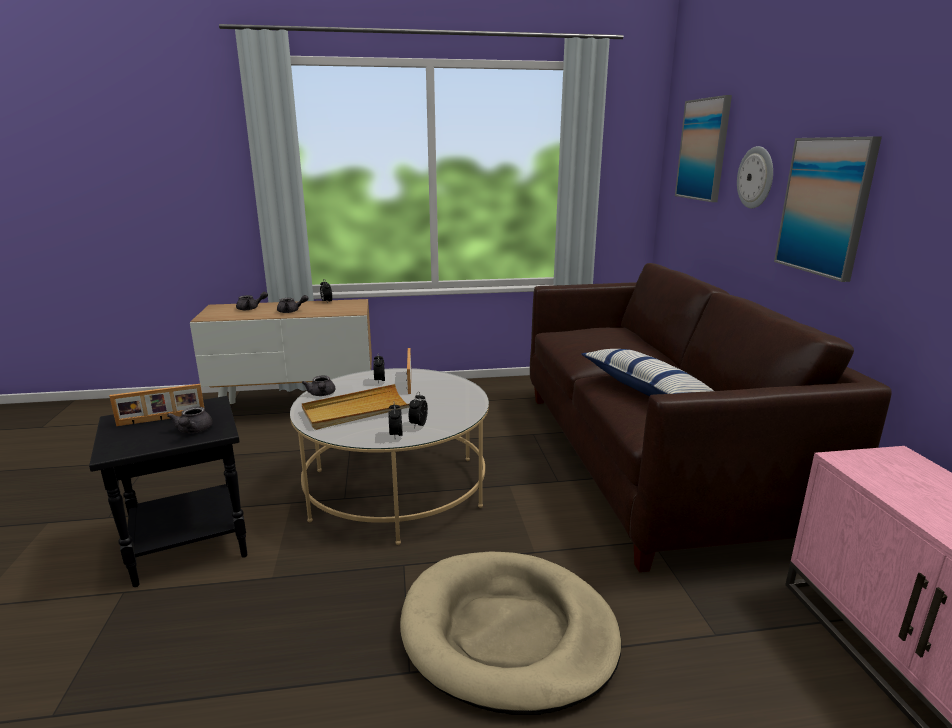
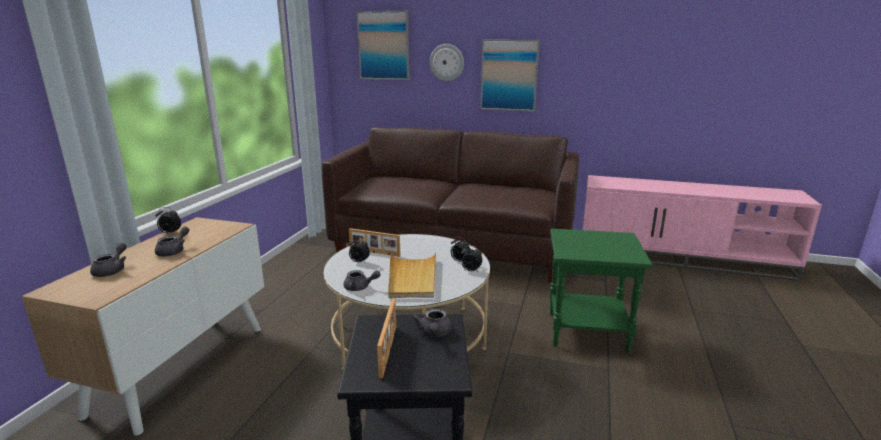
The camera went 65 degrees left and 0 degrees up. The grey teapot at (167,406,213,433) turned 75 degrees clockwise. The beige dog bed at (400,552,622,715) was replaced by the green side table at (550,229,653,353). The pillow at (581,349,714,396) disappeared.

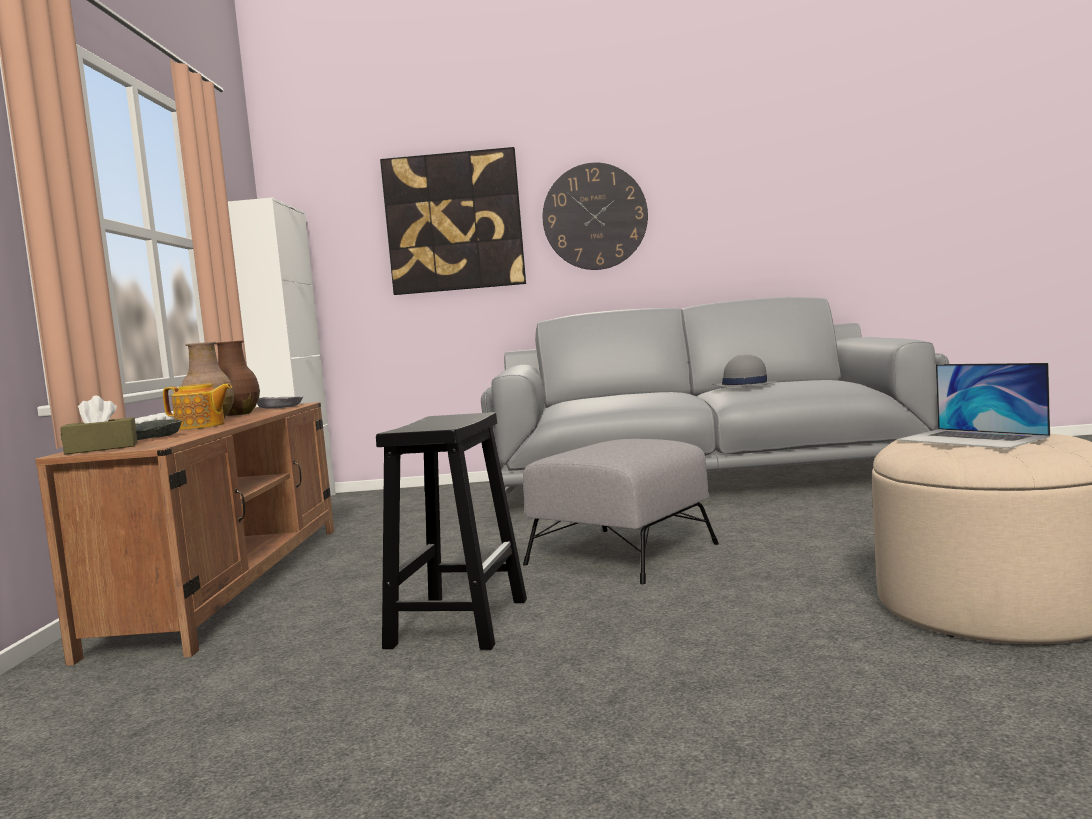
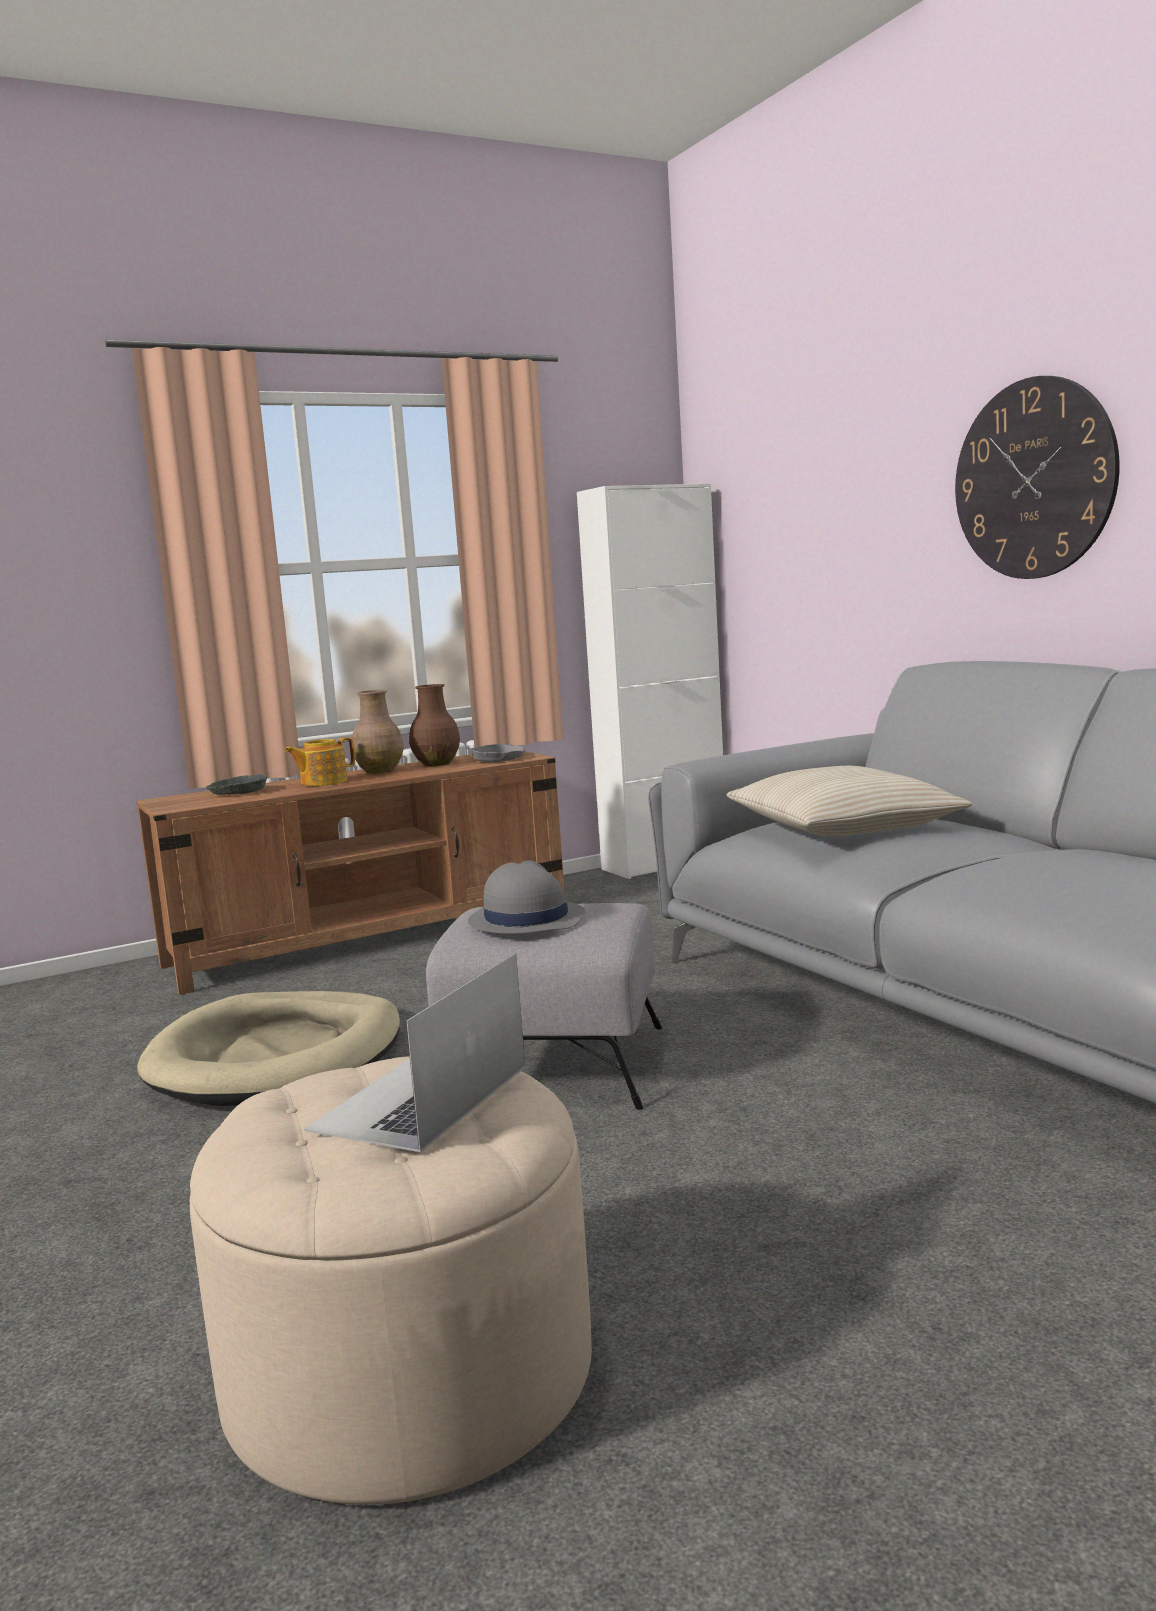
The camera went 60 degrees right and 5 degrees up. The black stool at (376,412,527,650) was replaced by the beige dog bed at (137,991,400,1106). The teapot at (163,383,232,430) turned 75 degrees clockwise. The grey hat moved from (713,355,776,387) to (468,860,585,934). The beige pillow at (726,766,972,837) appeared. The brown tissue box at (60,396,138,454) disappeared. The picture at (380,147,526,295) disappeared.

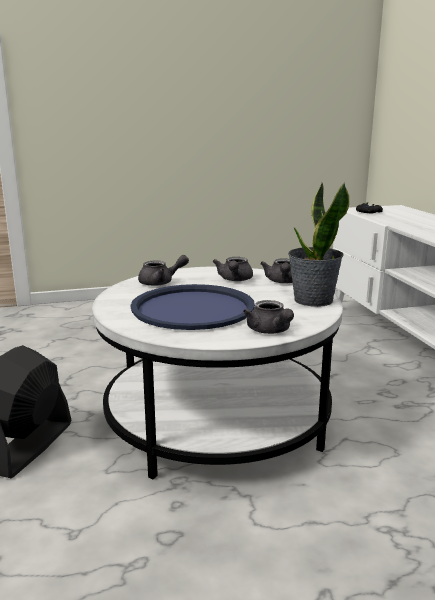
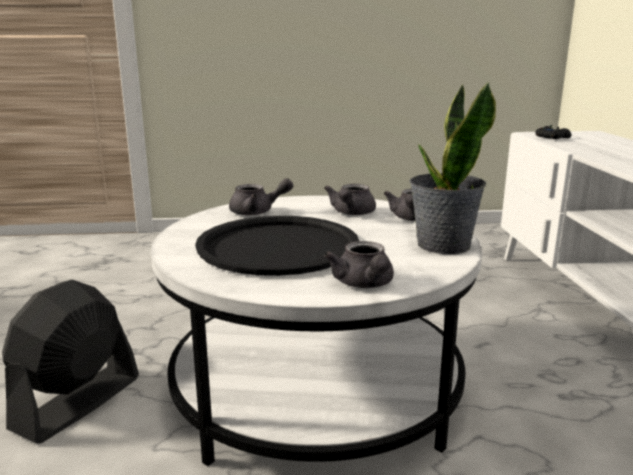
The camera went 10 degrees right and 0 degrees up. The blue tray at (130,284,255,330) became the black tray at (195,216,359,276).

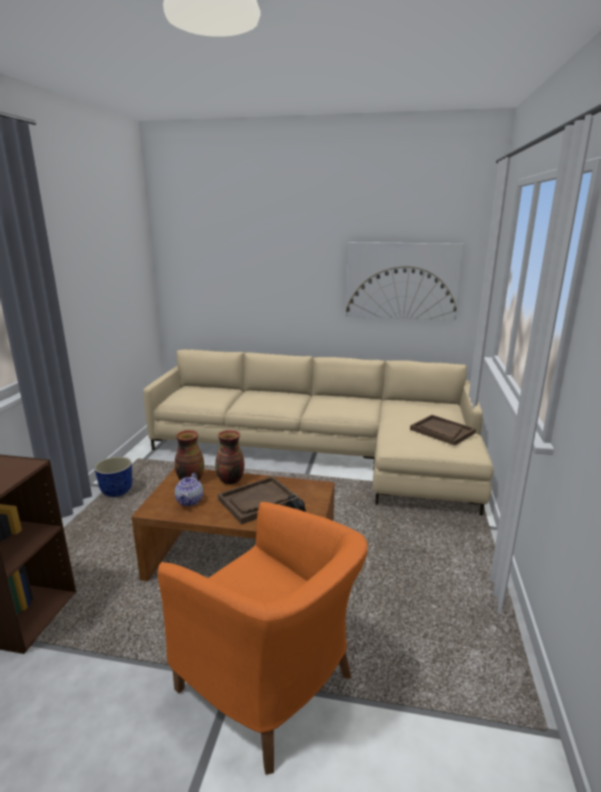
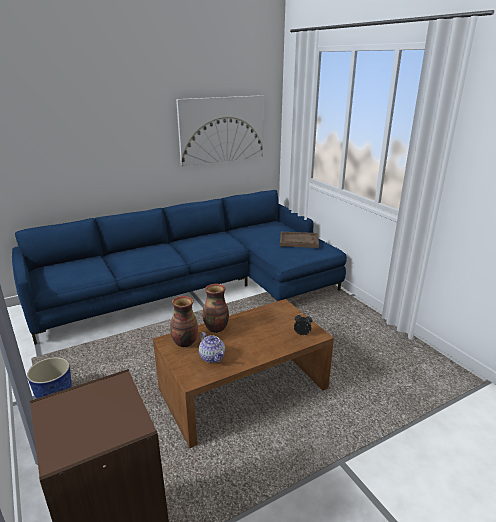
The camera went 40 degrees left and 5 degrees up. The beige sofa at (143,349,493,516) became the blue sofa at (12,190,347,345). The orange armchair at (158,502,368,775) disappeared. The brown tray at (218,476,300,525) disappeared.

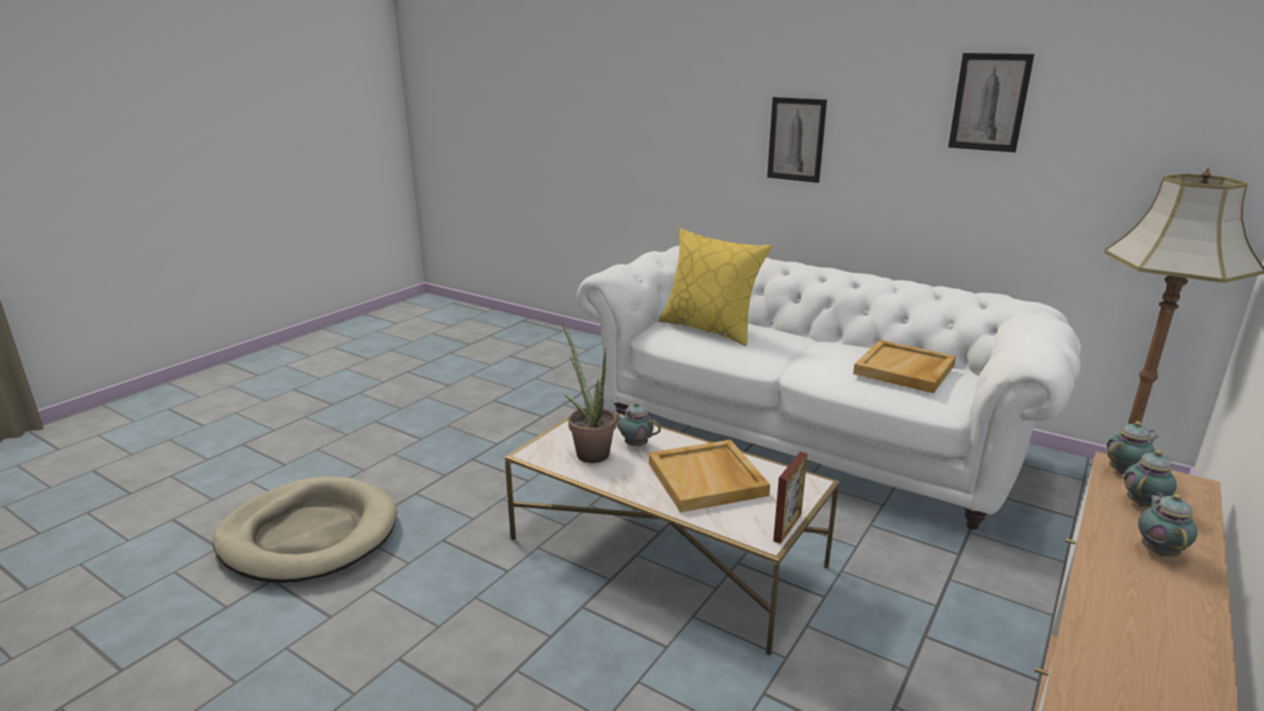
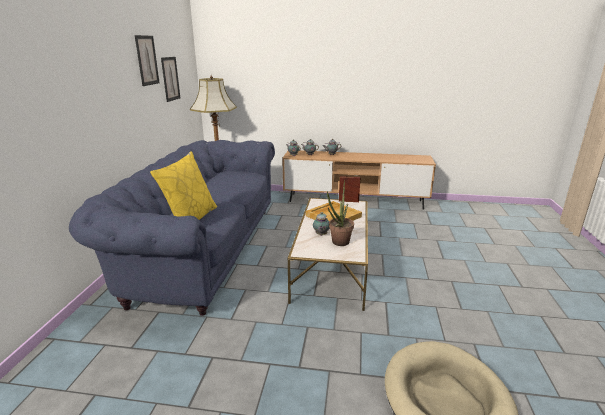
The camera went 115 degrees left and 0 degrees up. The white sofa at (576,245,1081,530) became the blue sofa at (69,140,275,316). The picture moved from (767,97,827,183) to (161,57,180,102). The beige tray at (853,340,956,393) disappeared.

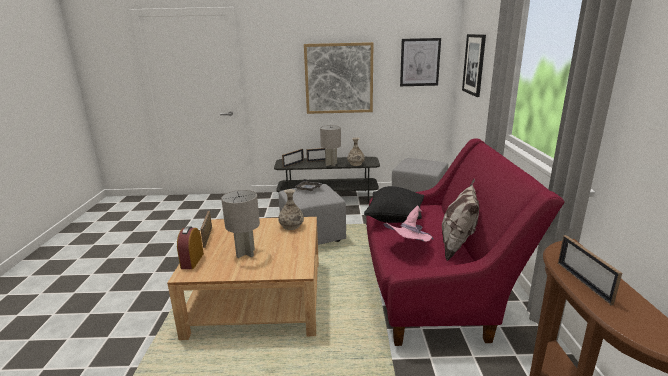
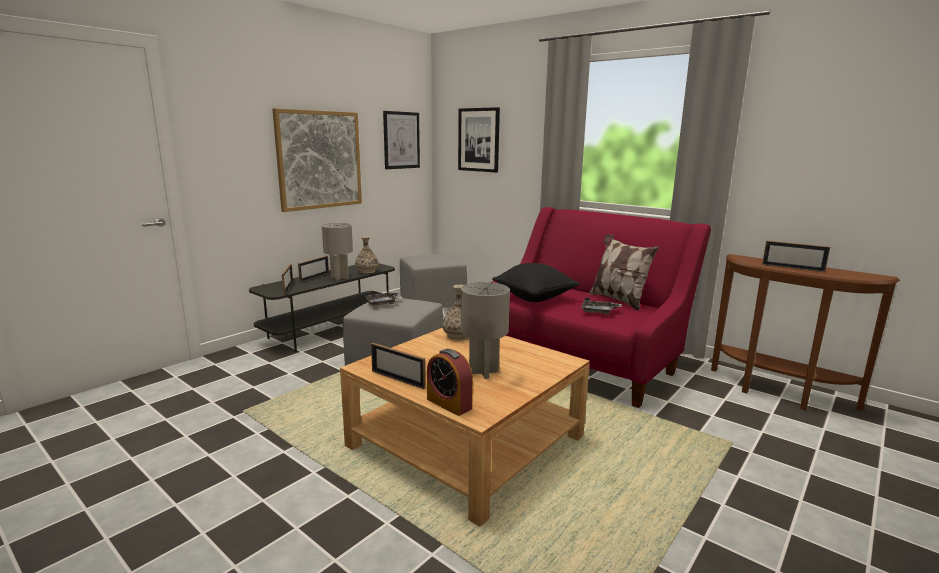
The camera went 50 degrees left and 5 degrees down. The pink hat at (383,205,433,242) was replaced by the grey tray at (581,297,622,315).

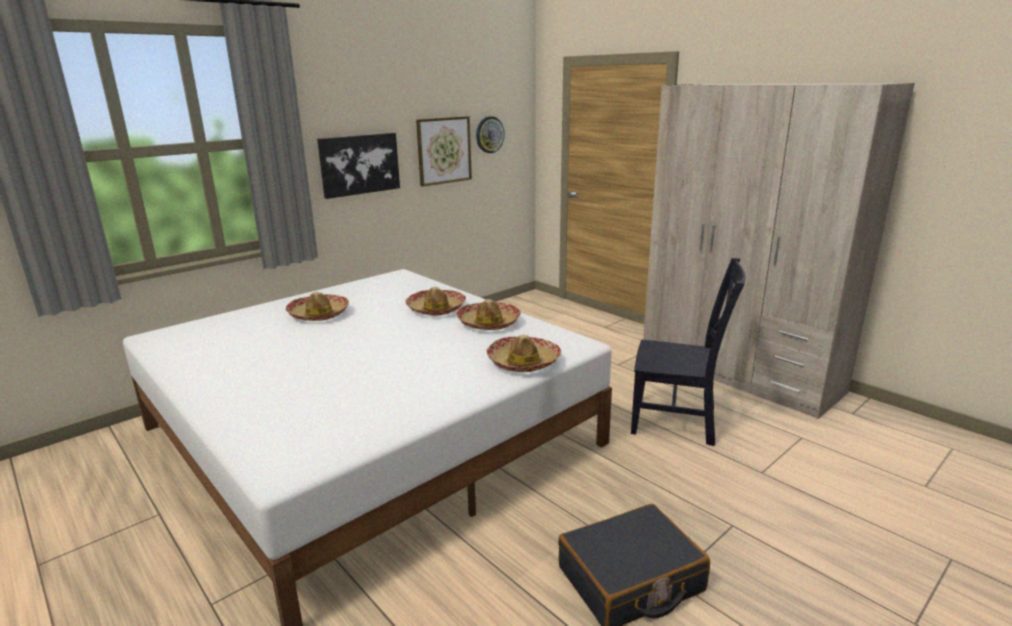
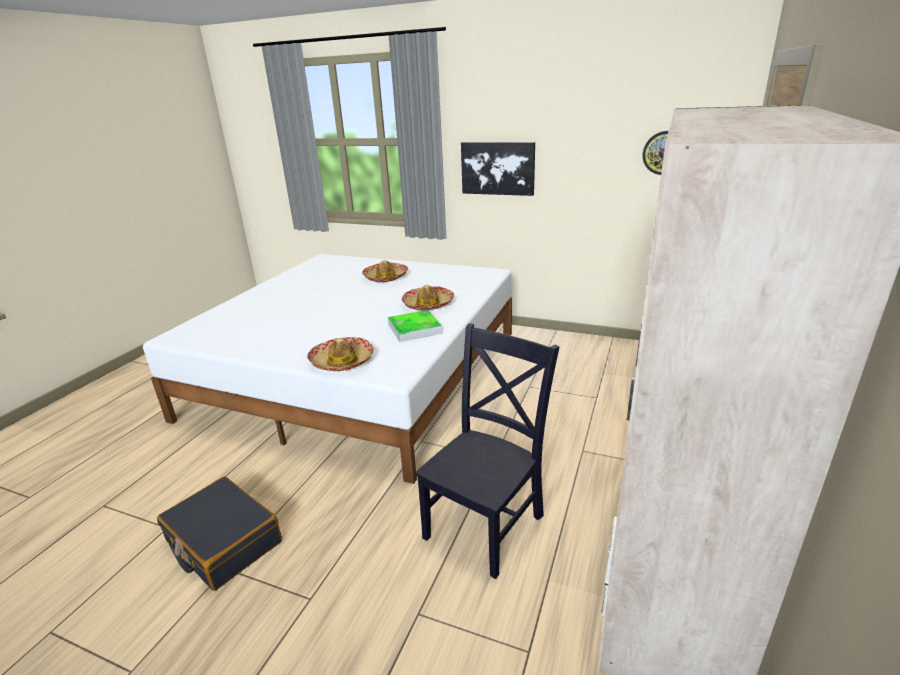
The camera went 65 degrees right and 5 degrees up. The hat at (456,299,521,330) was replaced by the tray at (388,310,442,342). The black chair at (631,258,746,446) turned 135 degrees counterclockwise. The picture at (416,116,472,187) disappeared.

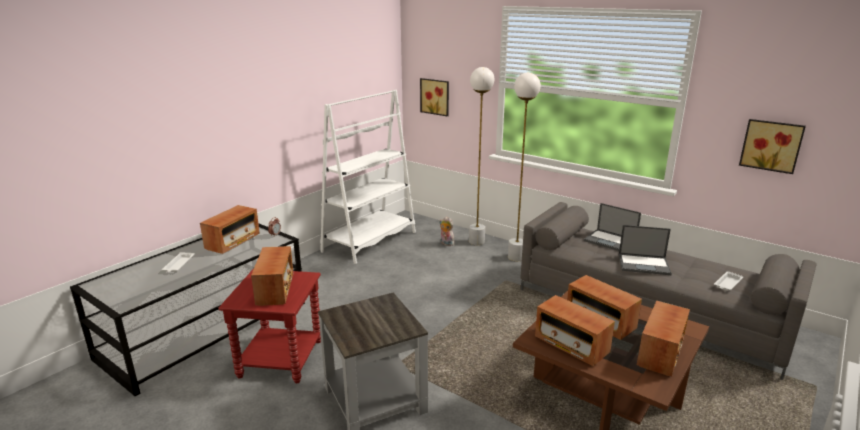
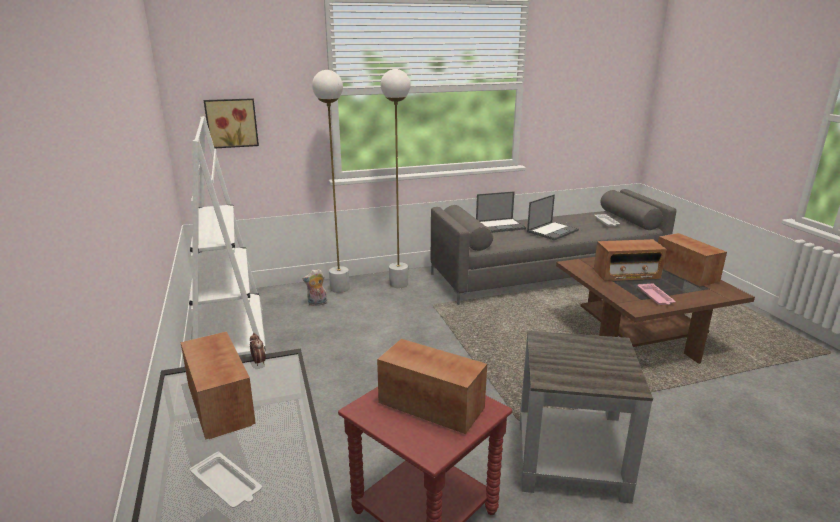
The camera went 55 degrees left and 0 degrees up. The radio at (535,295,615,366) was replaced by the pink tray at (638,284,676,305). The picture at (739,119,806,174) disappeared.

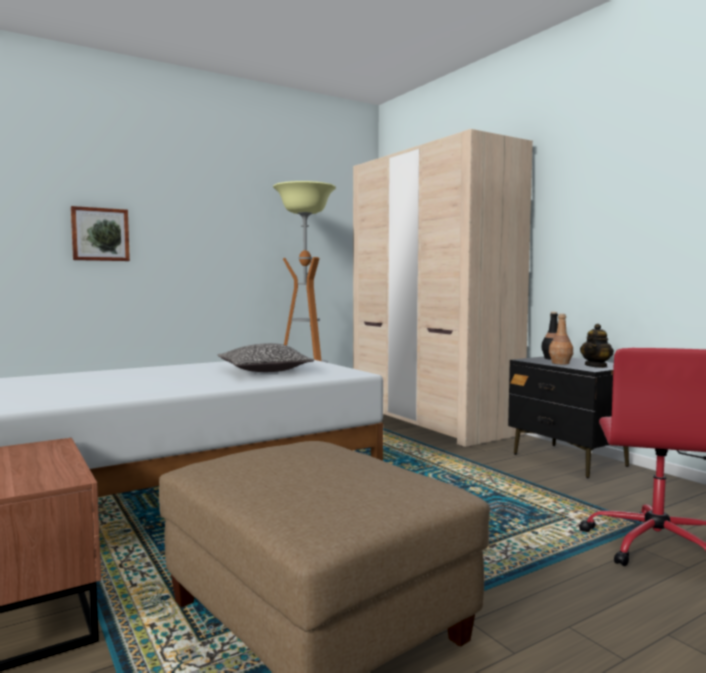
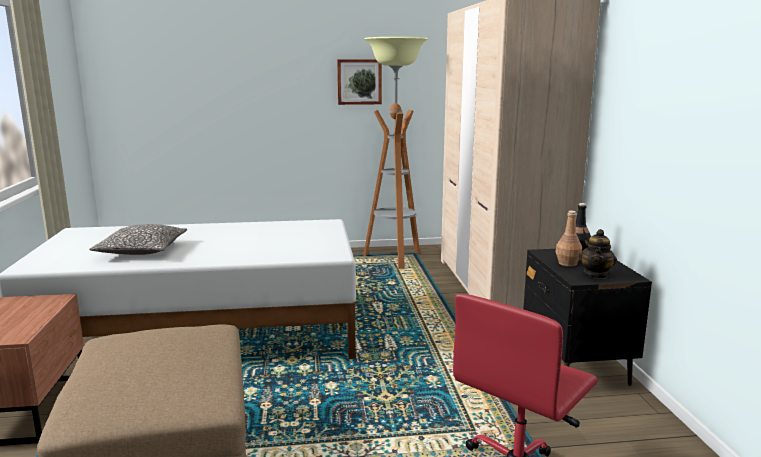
The camera went 25 degrees right and 10 degrees up. The pillow moved from (218,343,314,372) to (89,224,187,255). The picture moved from (71,206,130,261) to (337,59,382,105). The teapot at (580,324,614,368) turned 45 degrees counterclockwise.

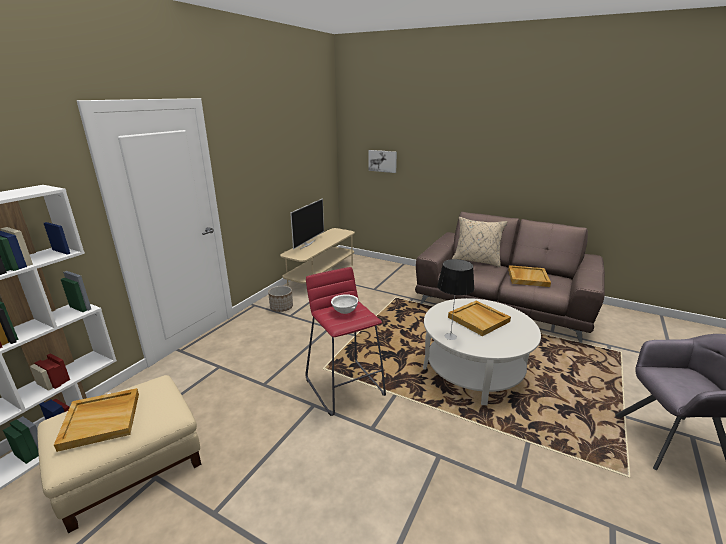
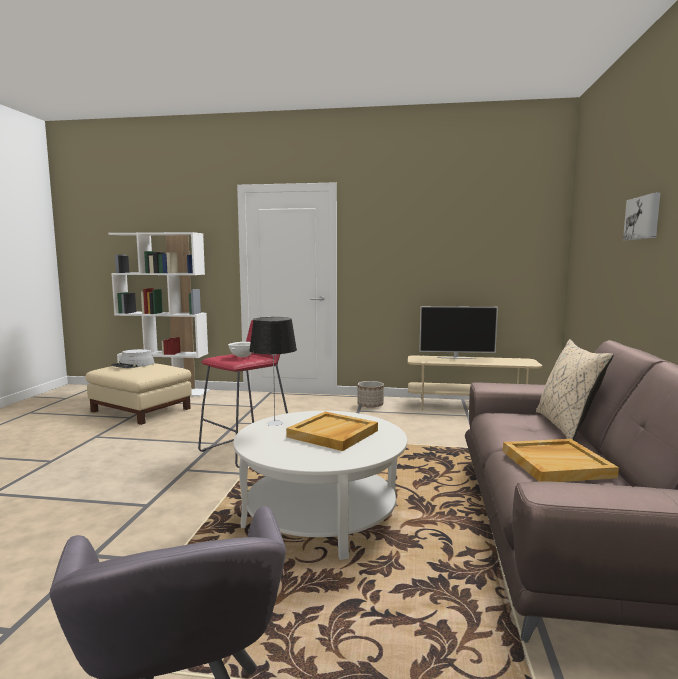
The camera went 70 degrees right and 15 degrees down. The beige tray at (54,388,139,452) was replaced by the grey hat at (111,349,155,368). The picture moved from (368,150,397,173) to (623,193,660,241).

